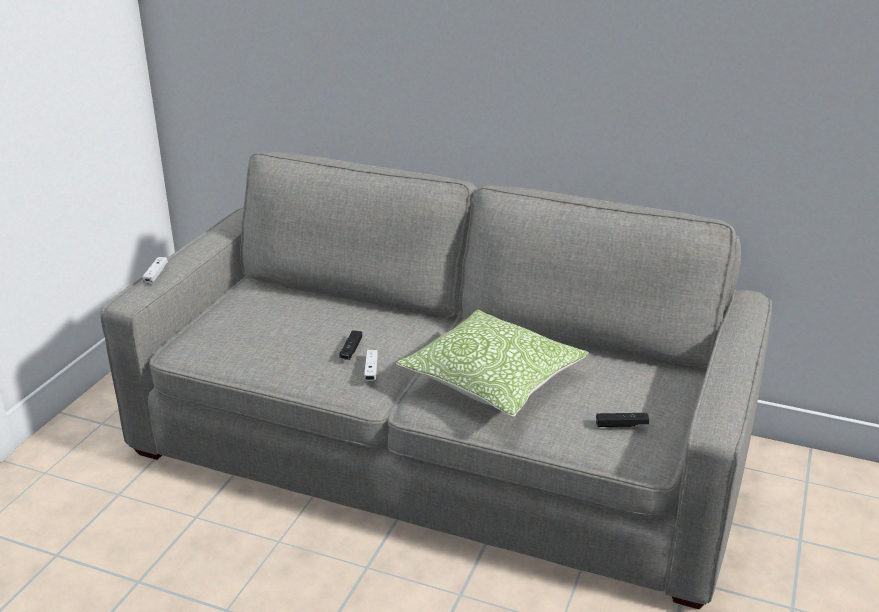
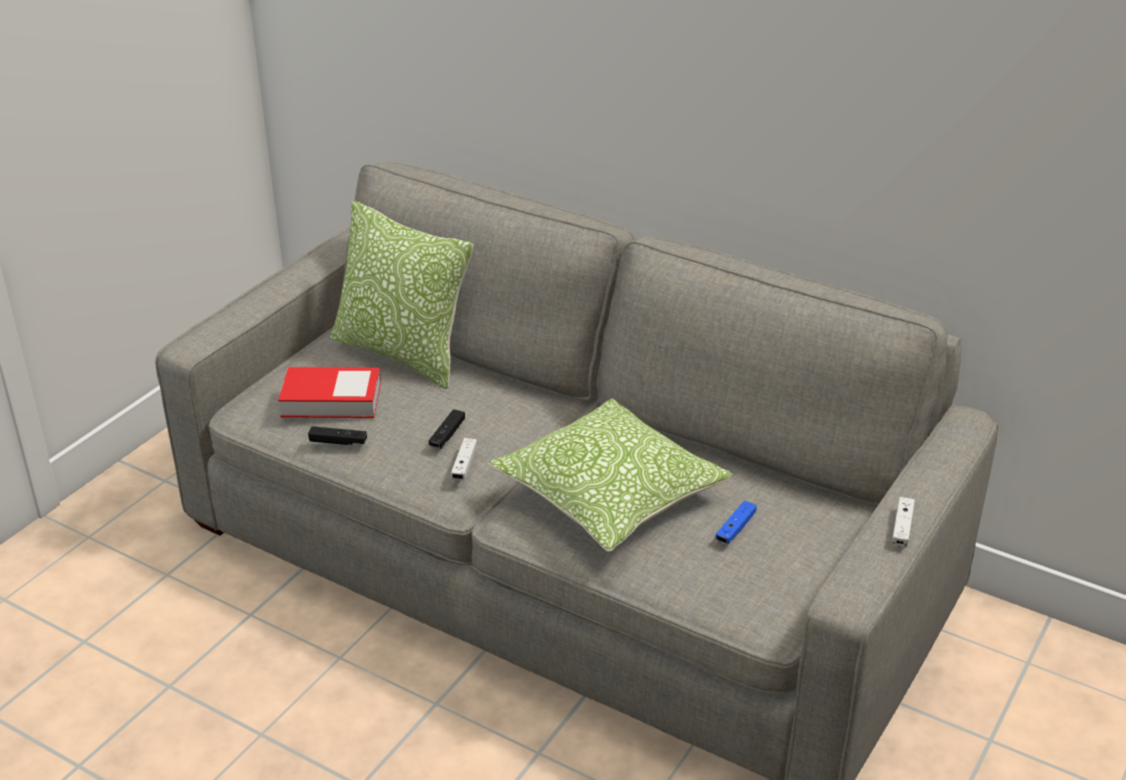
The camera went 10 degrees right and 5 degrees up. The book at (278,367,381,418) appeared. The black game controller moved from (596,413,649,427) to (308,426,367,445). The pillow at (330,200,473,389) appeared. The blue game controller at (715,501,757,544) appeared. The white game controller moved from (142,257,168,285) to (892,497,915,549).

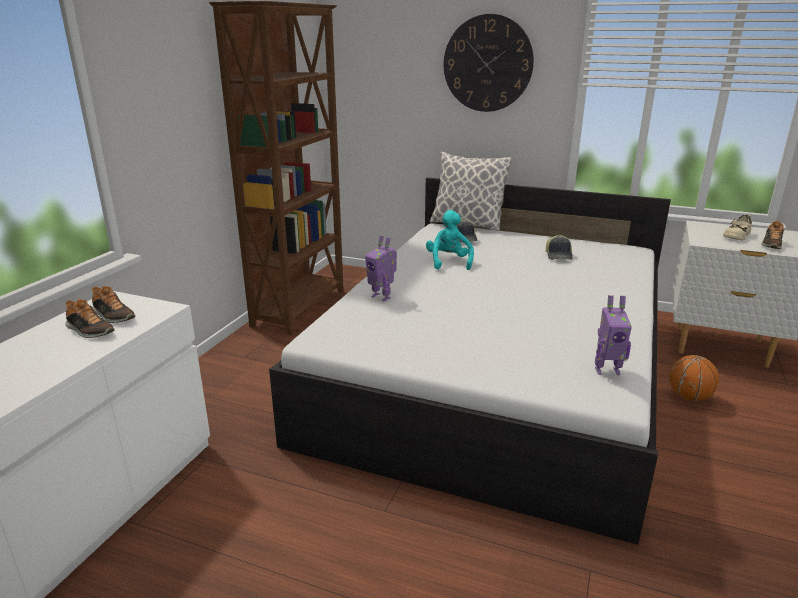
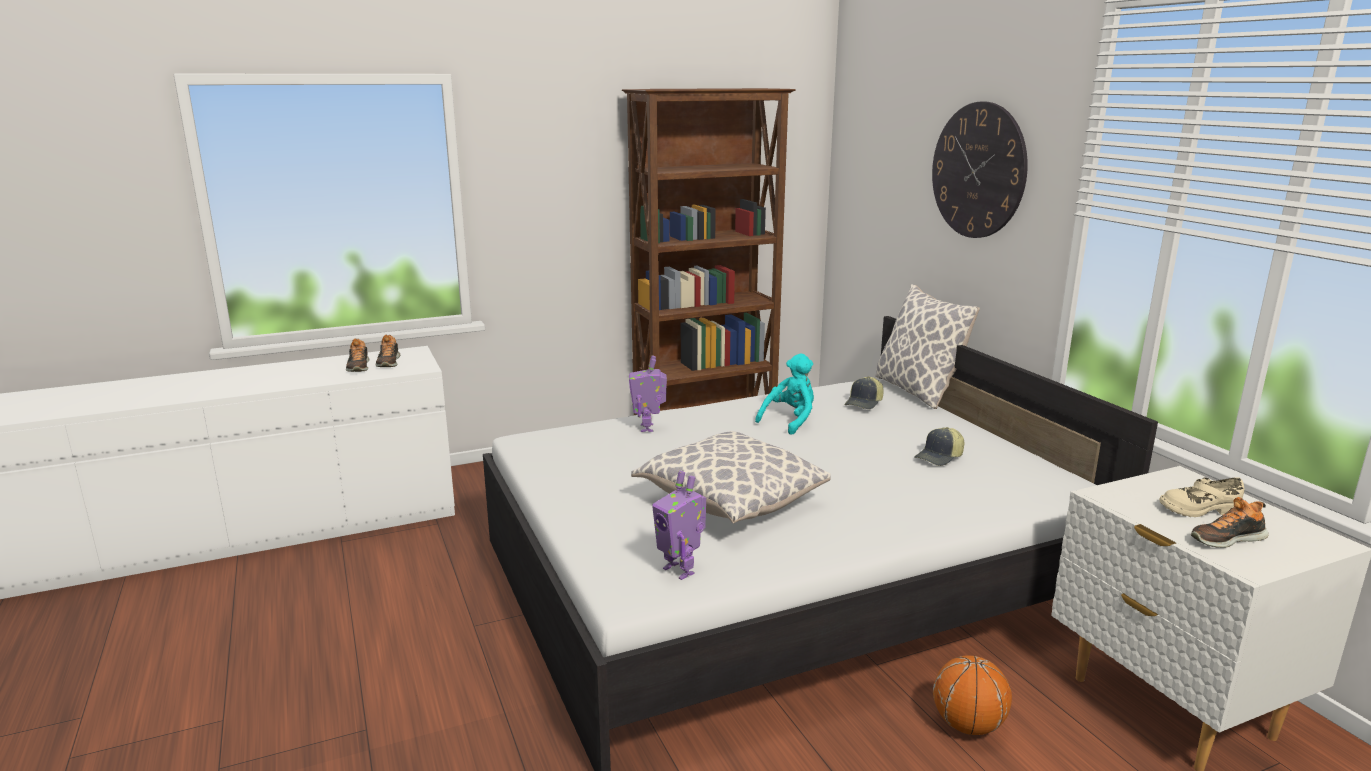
The camera went 45 degrees right and 5 degrees down. The pillow at (631,431,831,523) appeared.

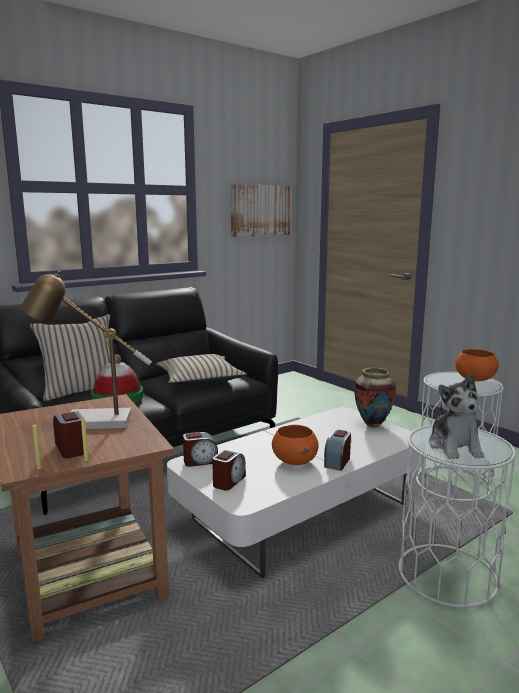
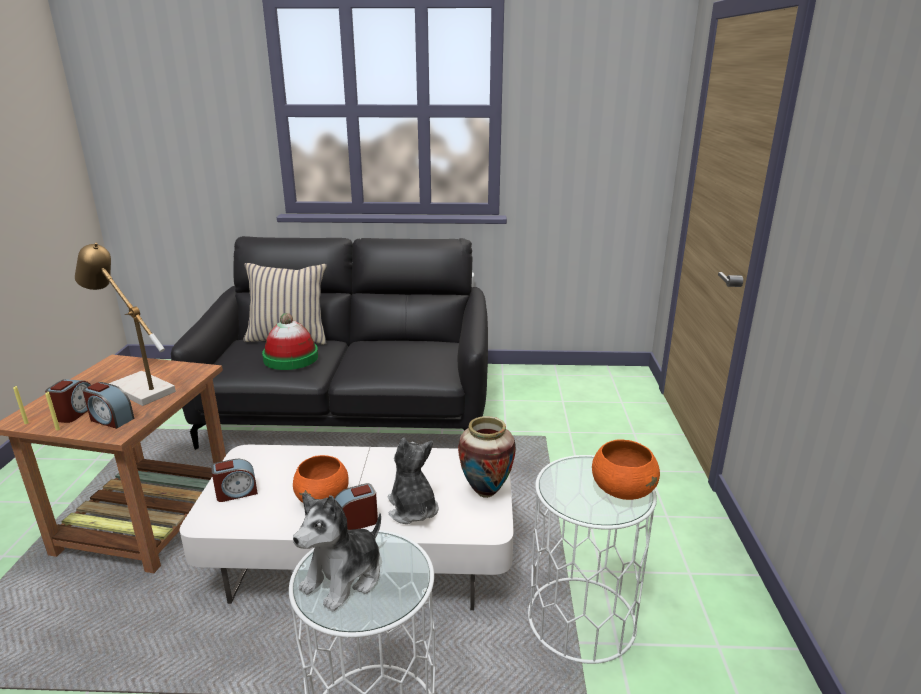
The camera went 40 degrees right and 10 degrees up. The alarm clock moved from (183,432,218,467) to (83,382,134,429). The plush toy at (388,438,438,524) appeared. The beige pillow at (156,354,247,386) disappeared. The picture at (231,184,292,237) disappeared.

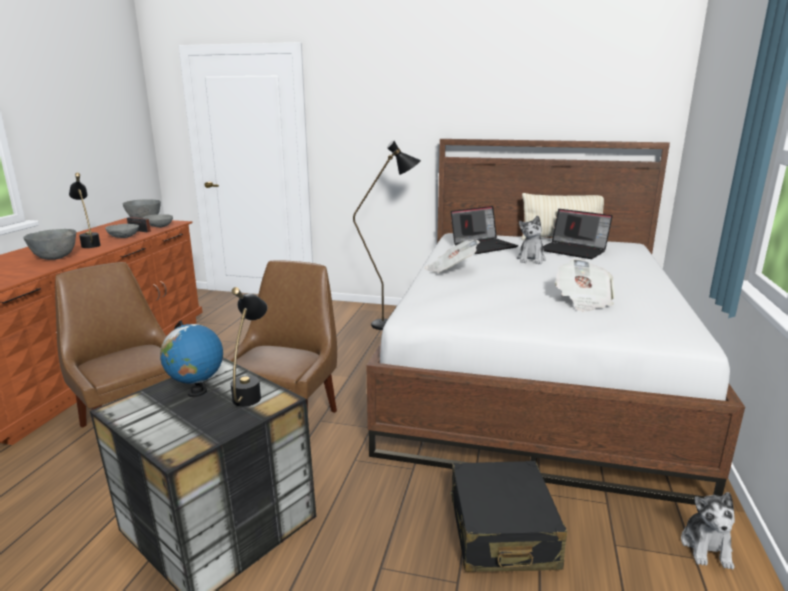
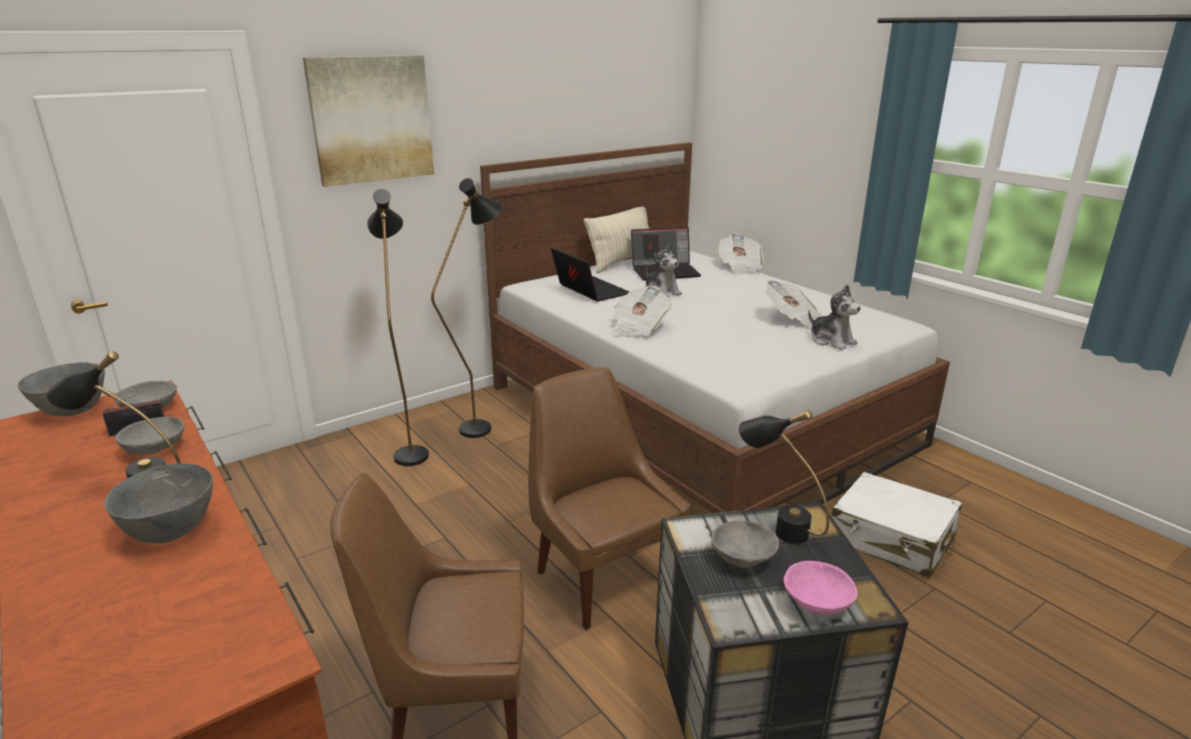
The camera went 50 degrees left and 5 degrees up. The picture at (303,55,434,187) appeared. The black floor lamp at (367,189,429,466) appeared. The laptop at (451,206,518,254) turned 45 degrees counterclockwise. The globe at (160,320,223,397) was replaced by the grey bowl at (711,520,779,568). The newspaper at (717,234,763,274) appeared. The pink bowl at (784,561,858,615) appeared. The plush toy moved from (681,492,735,570) to (808,285,861,350). The black suitcase at (450,461,567,572) became the white suitcase at (832,472,962,578).

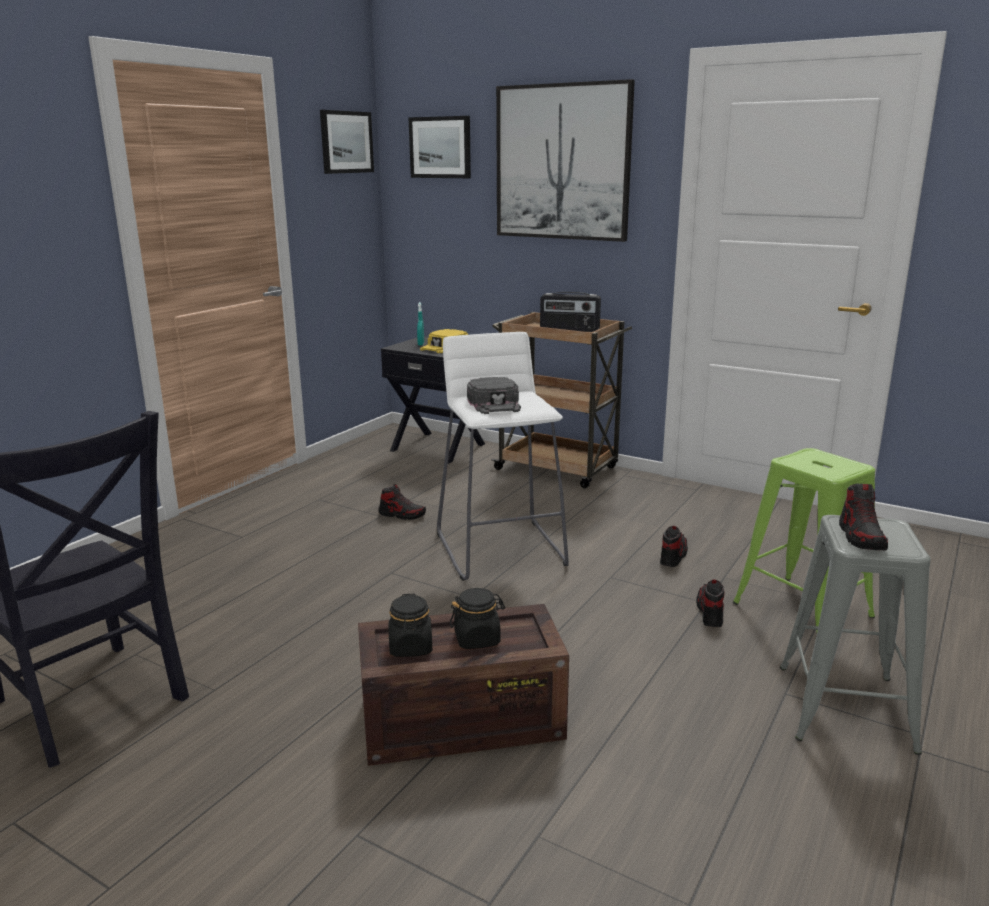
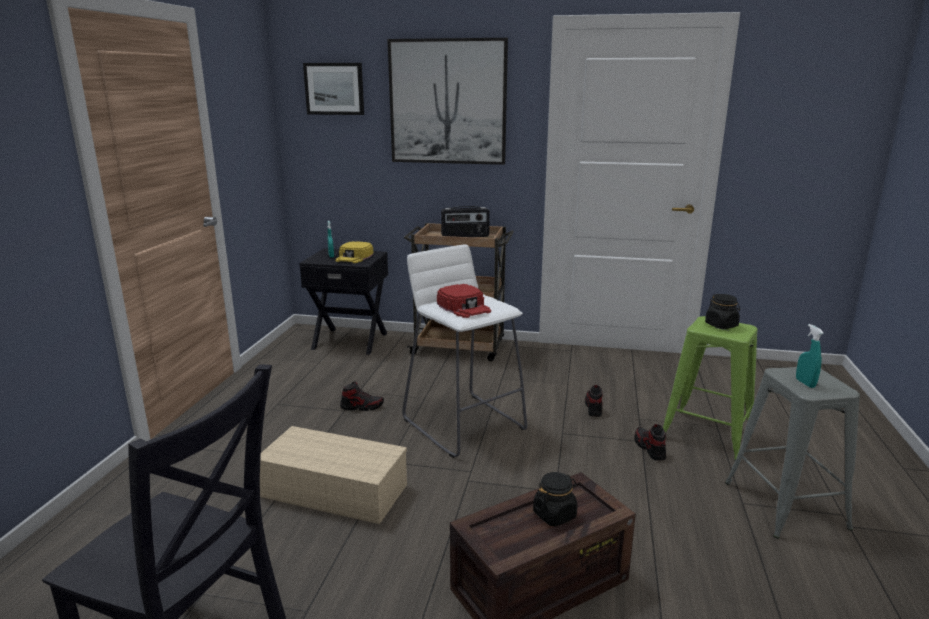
The camera went 20 degrees left and 0 degrees up. The beige storage box at (260,426,407,524) appeared. The black cap at (467,377,521,414) became the red cap at (437,284,491,318). The black jar moved from (389,594,432,657) to (705,294,740,329). The shoe at (839,483,888,550) was replaced by the turquoise spray bottle at (796,324,824,388). The picture at (320,110,374,174) disappeared.

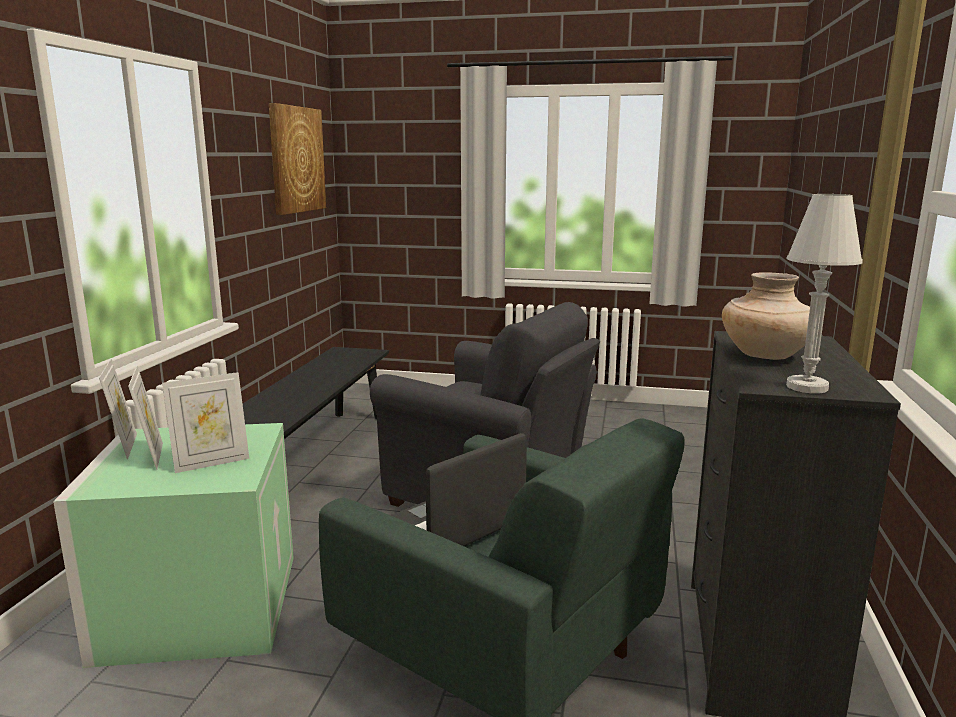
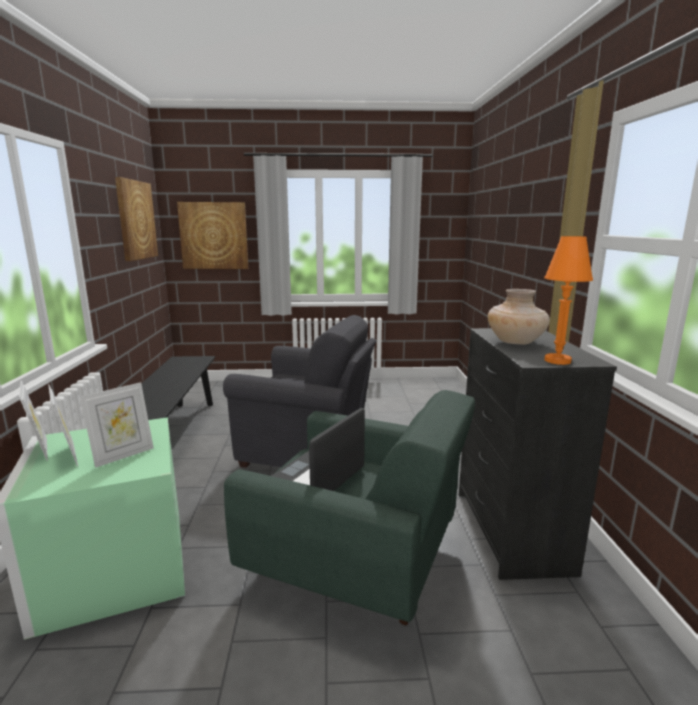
The camera went 15 degrees left and 0 degrees up. The picture at (177,202,248,269) appeared. The white table lamp at (786,194,862,393) became the orange table lamp at (544,236,593,365).

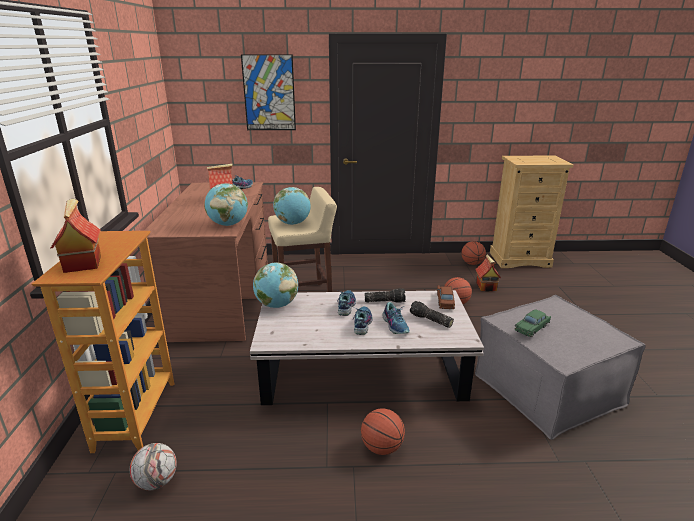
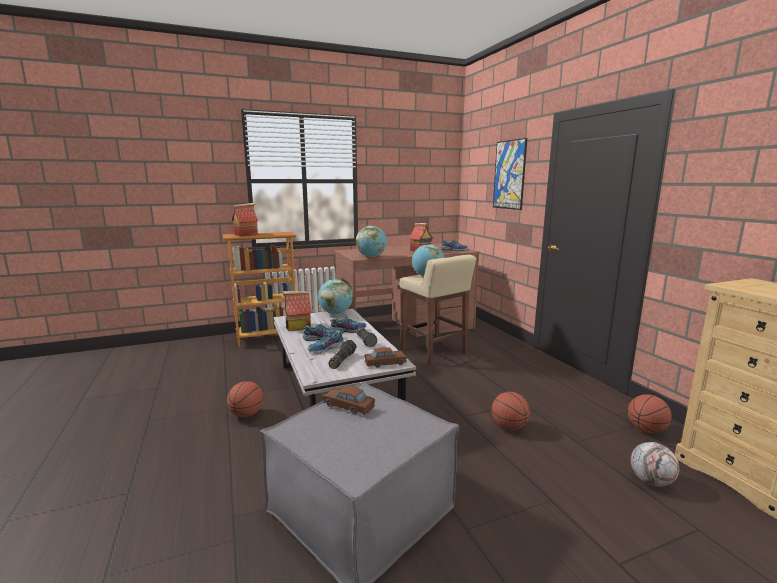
The camera went 70 degrees right and 10 degrees down. The toy house moved from (475,255,501,291) to (283,291,312,331). The green toy car at (514,310,551,337) became the brown toy car at (322,386,375,415). The football moved from (130,443,177,490) to (630,442,679,487).

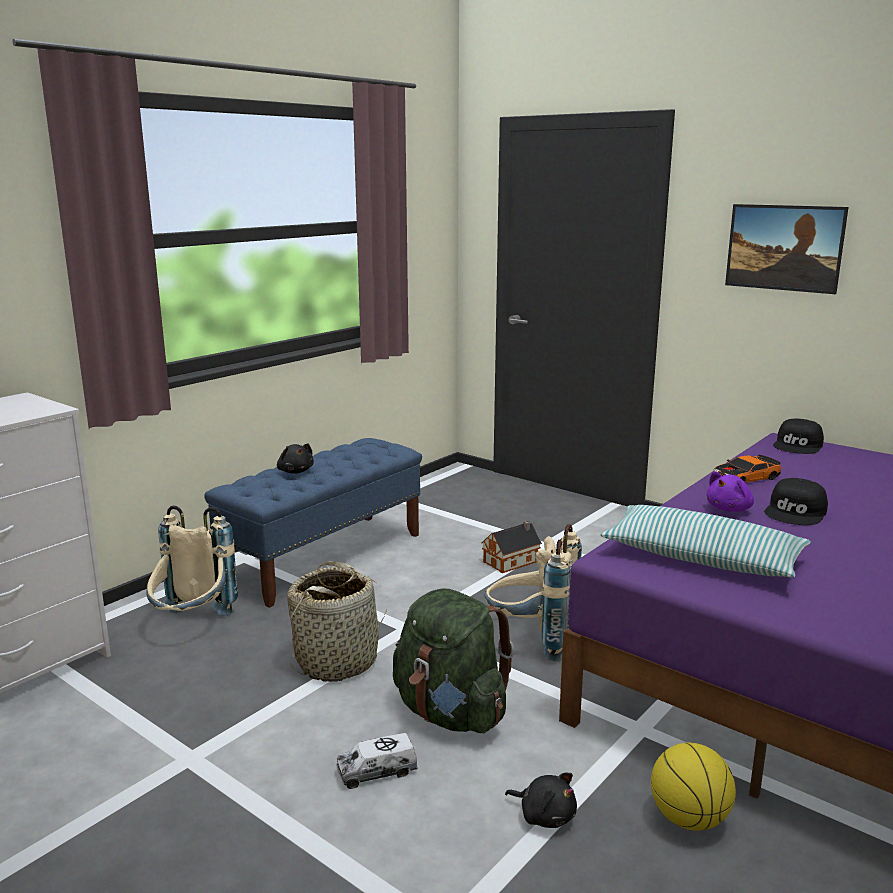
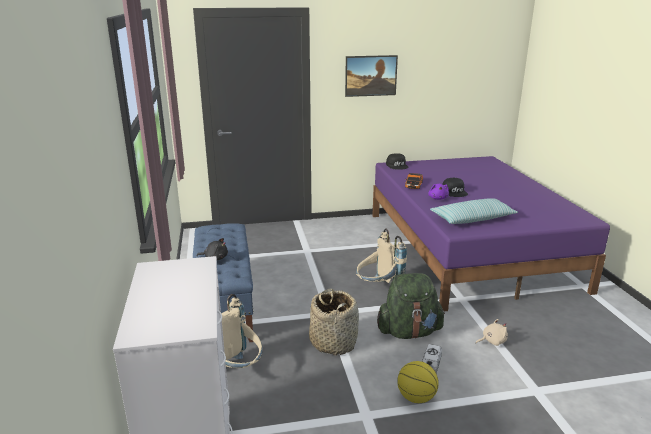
The camera went 50 degrees left and 5 degrees up. The basketball moved from (651,743,736,831) to (397,361,439,403). The black plush toy at (505,773,577,828) became the beige plush toy at (476,319,508,346). The toy house at (482,521,542,573) disappeared.

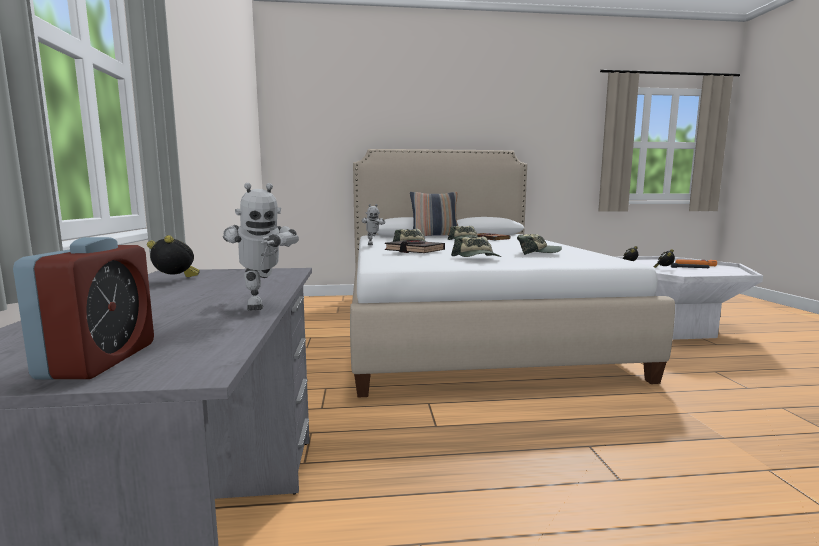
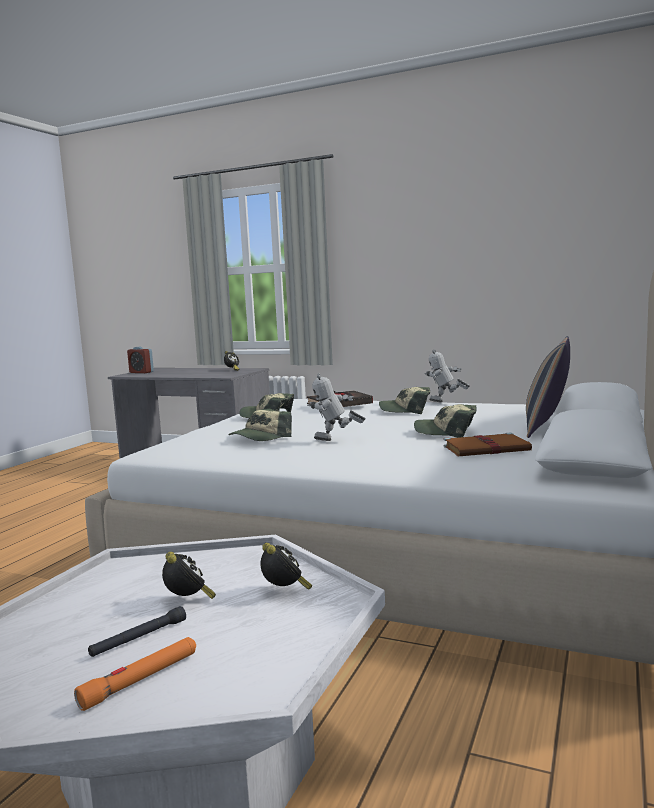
The camera went 120 degrees right and 0 degrees up. The toy robot moved from (223,183,299,310) to (307,373,366,441).

